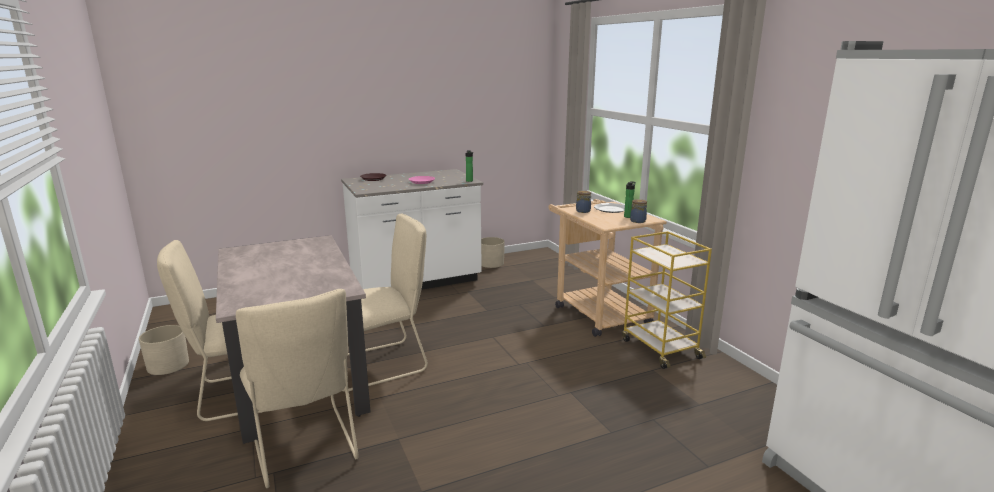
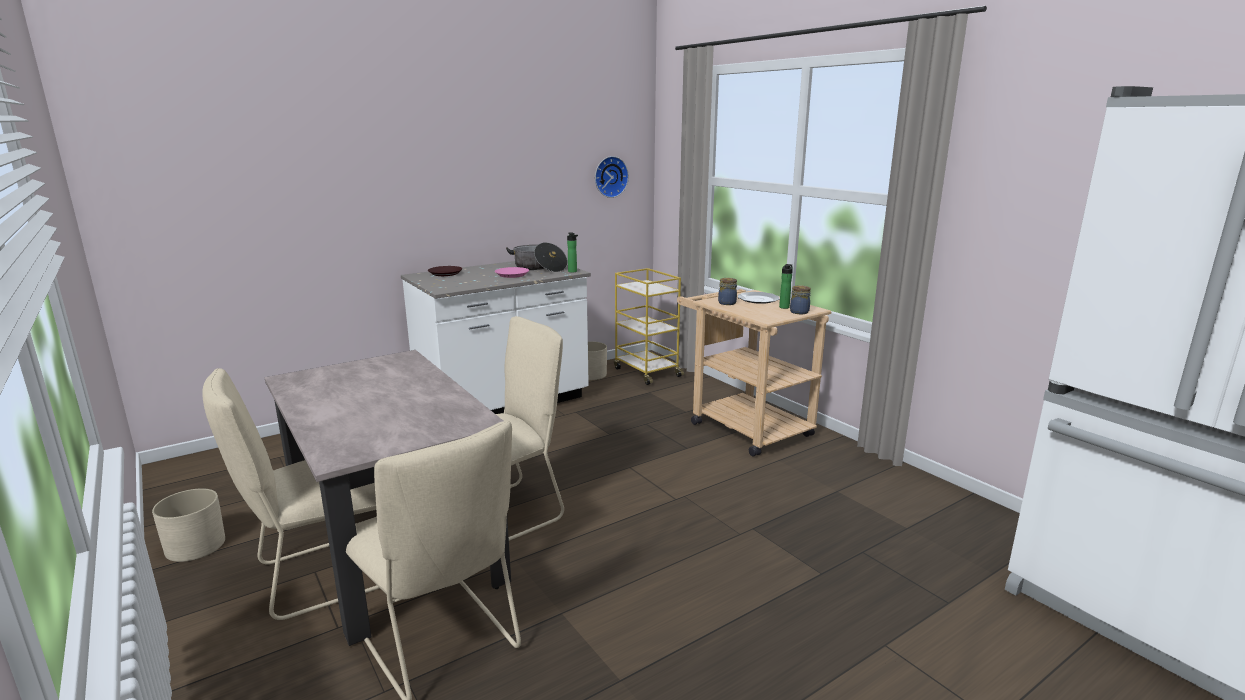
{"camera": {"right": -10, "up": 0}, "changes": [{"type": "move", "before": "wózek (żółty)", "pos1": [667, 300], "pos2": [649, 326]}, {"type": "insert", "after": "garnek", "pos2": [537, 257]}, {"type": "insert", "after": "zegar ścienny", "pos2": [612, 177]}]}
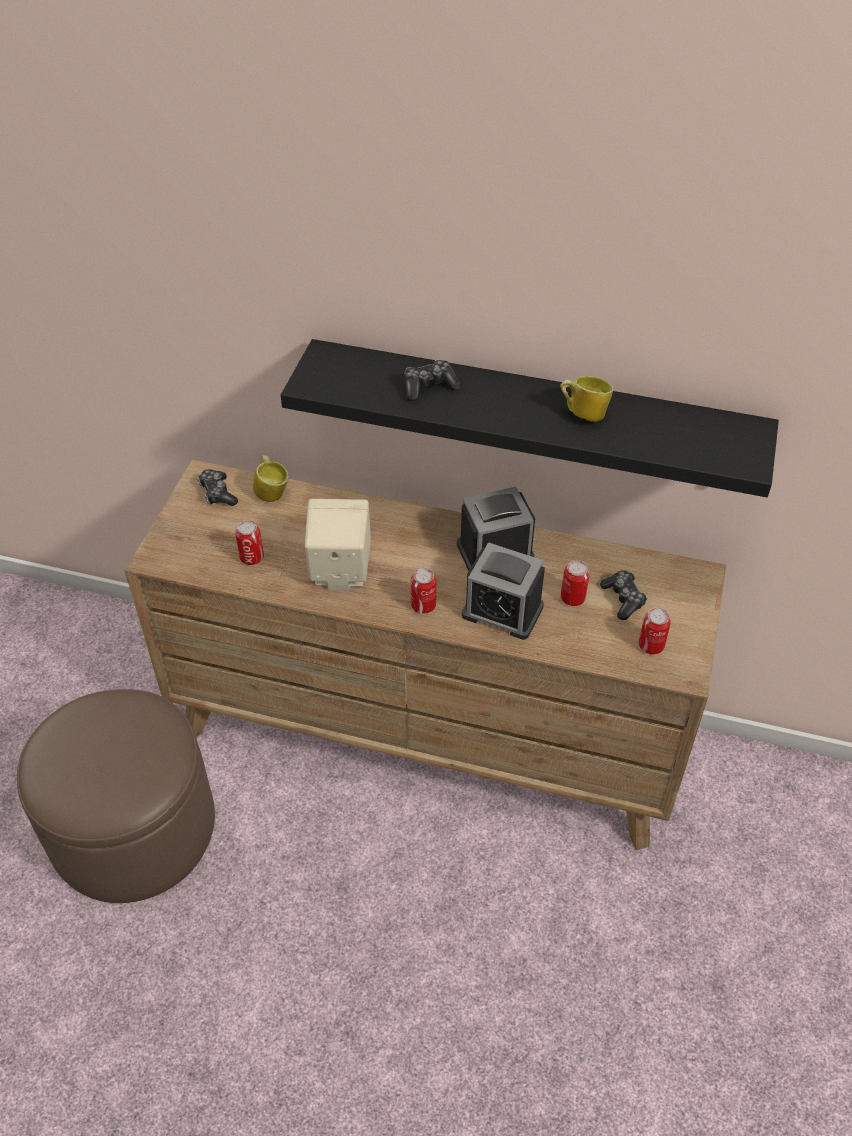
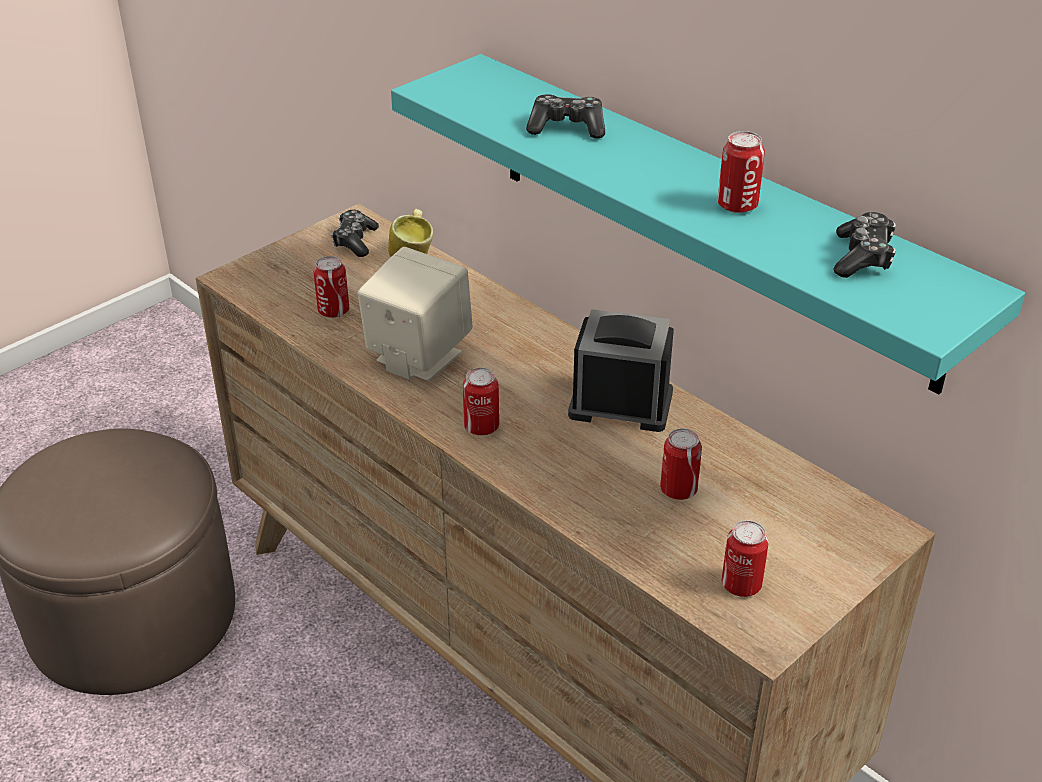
{"camera": {"right": 30, "up": -10}, "changes": [{"type": "recolor", "before": "półka (czarny)", "after": "półka (turkusowy)", "pos1": [530, 418], "pos2": [708, 224]}, {"type": "delete", "before": "budzik", "pos1": [503, 591]}, {"type": "replace", "before": "kubek", "after": "puszka", "pos1": [586, 399], "pos2": [741, 172]}, {"type": "move", "before": "pad do gier", "pos1": [623, 595], "pos2": [864, 245]}]}
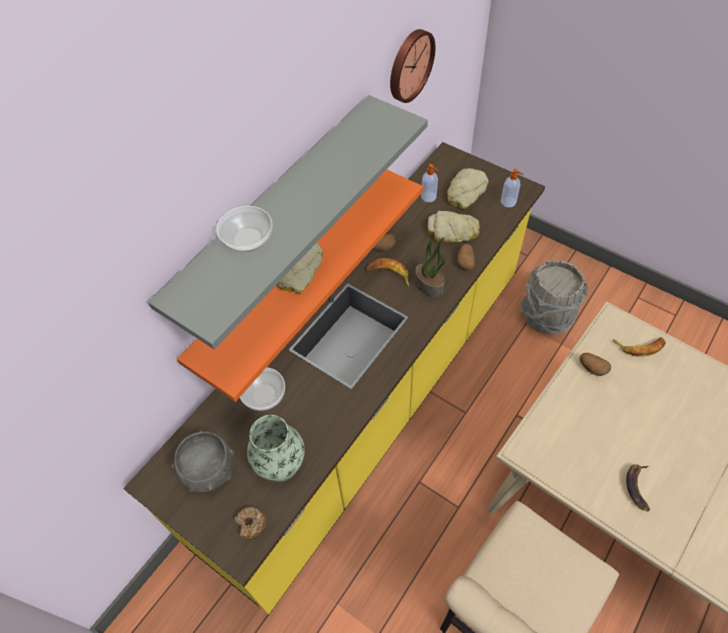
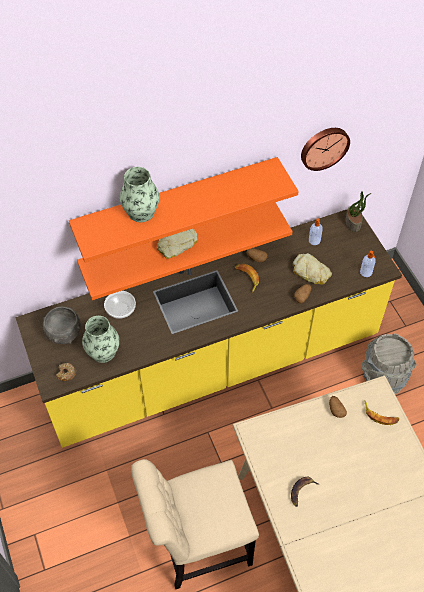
{"camera": {"right": 30, "up": 0}, "changes": [{"type": "recolor", "before": "półka (szary)", "after": "półka (pomarańczowy)", "pos1": [288, 222], "pos2": [184, 209]}, {"type": "replace", "before": "miska", "after": "wazon", "pos1": [244, 229], "pos2": [139, 194]}, {"type": "move", "before": "roślina doniczkowa", "pos1": [430, 267], "pos2": [358, 211]}, {"type": "delete", "before": "chleb", "pos1": [468, 188]}]}
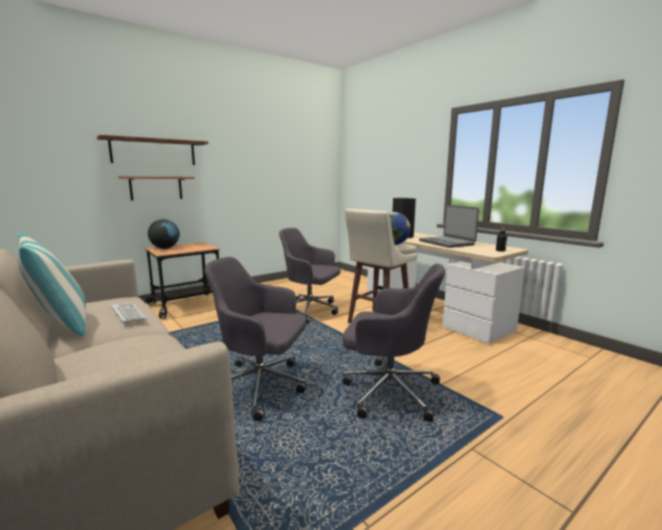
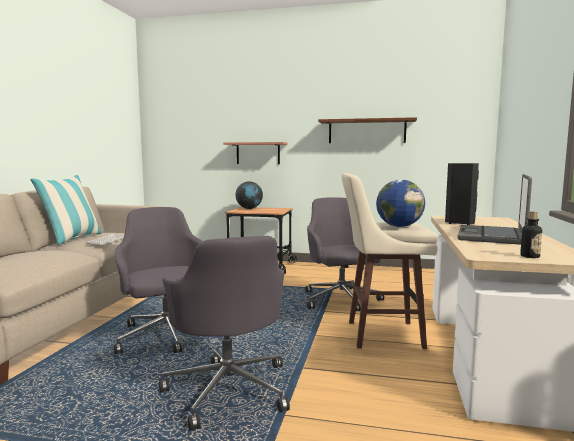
{"camera": {"right": 50, "up": -5}, "changes": [{"type": "move", "before": "półka (brązowy)", "pos1": [152, 150], "pos2": [367, 130]}]}
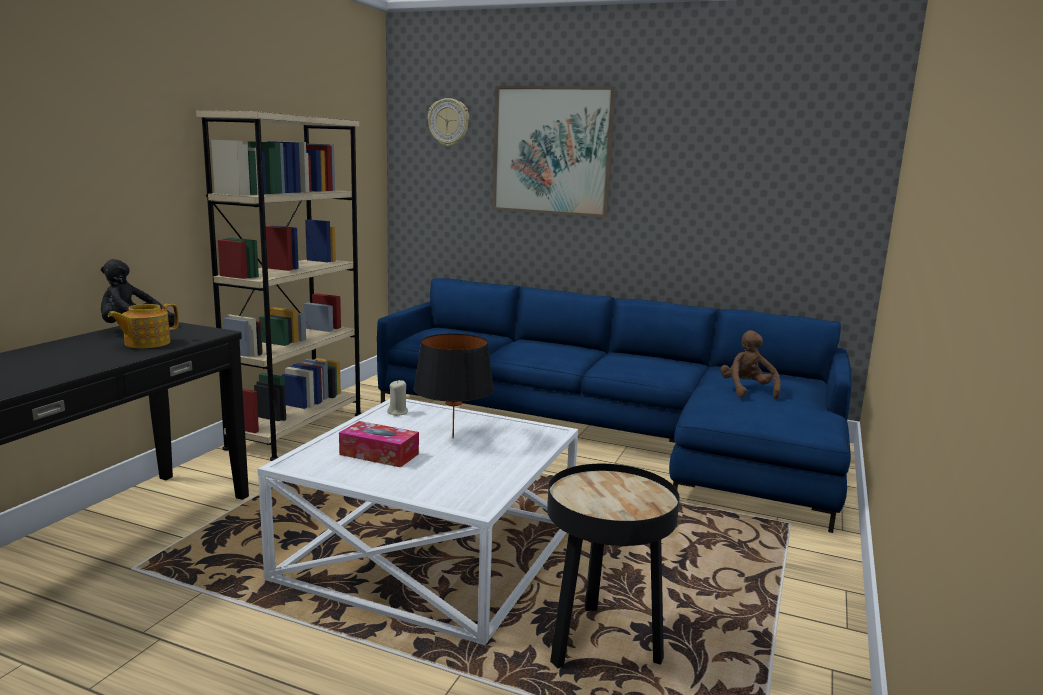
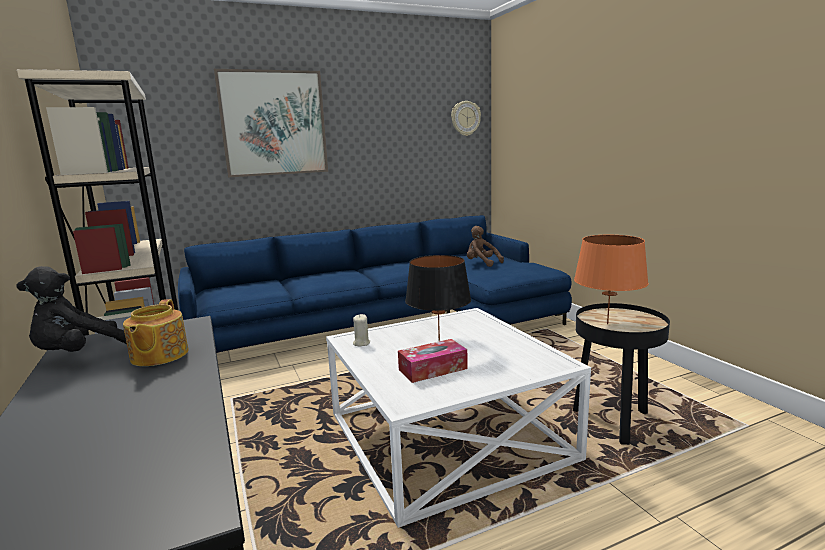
{"camera": {"right": -45, "up": 0}, "changes": [{"type": "move", "before": "zegar ścienny", "pos1": [448, 122], "pos2": [466, 118]}, {"type": "insert", "after": "lampa stołowa (pomarańczowy)", "pos2": [611, 279]}]}
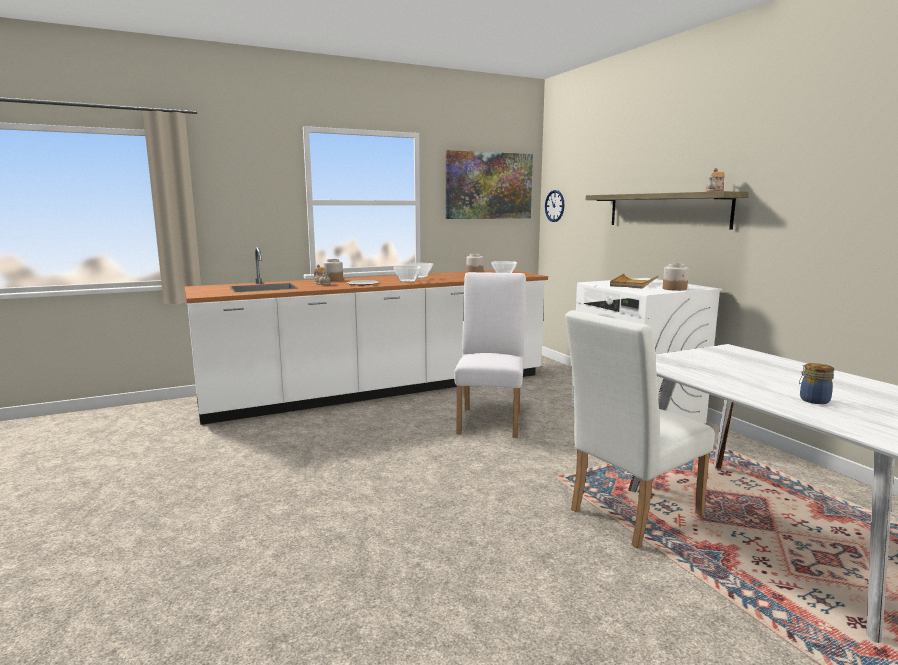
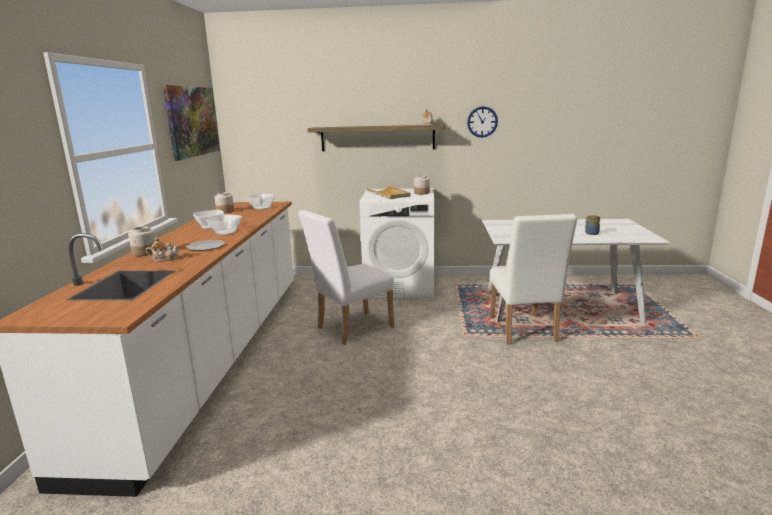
{"camera": {"right": -60, "up": 5}, "changes": [{"type": "rotate", "before": "krzesło (biały)", "pos1": [490, 355], "pos2": [346, 277], "turn": -75}, {"type": "move", "before": "zegar ścienny", "pos1": [554, 206], "pos2": [482, 122]}]}
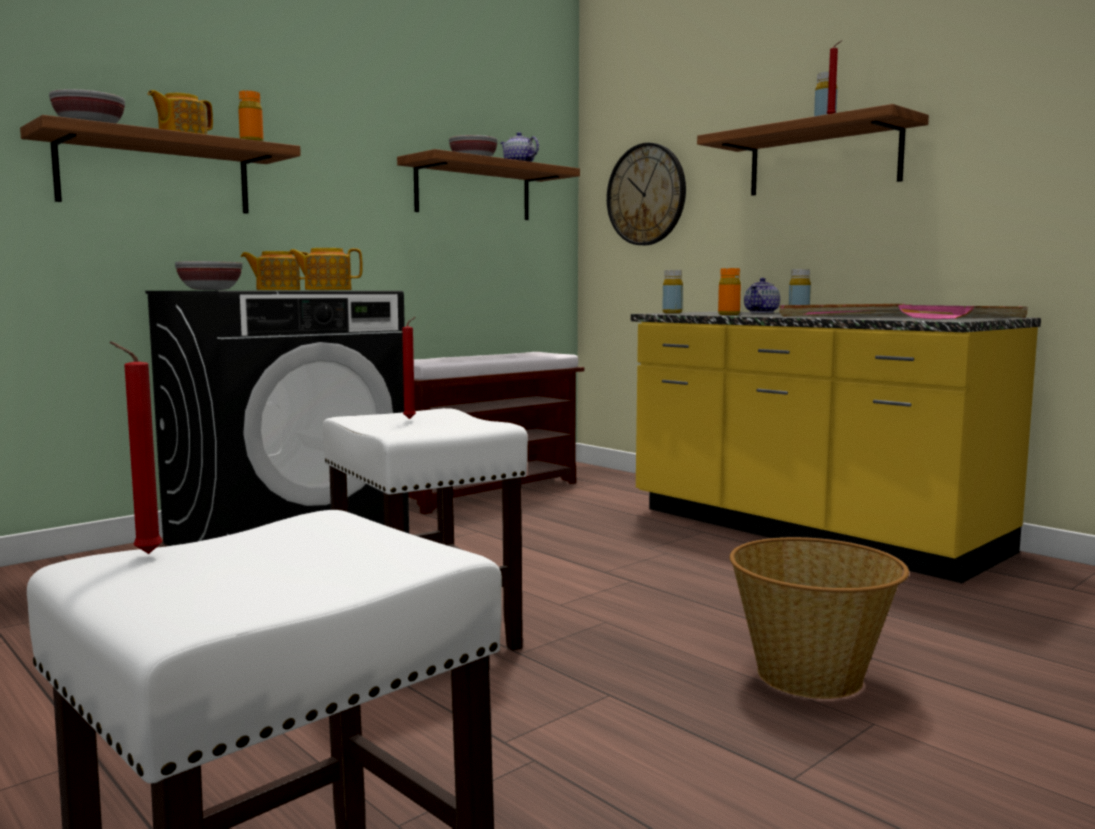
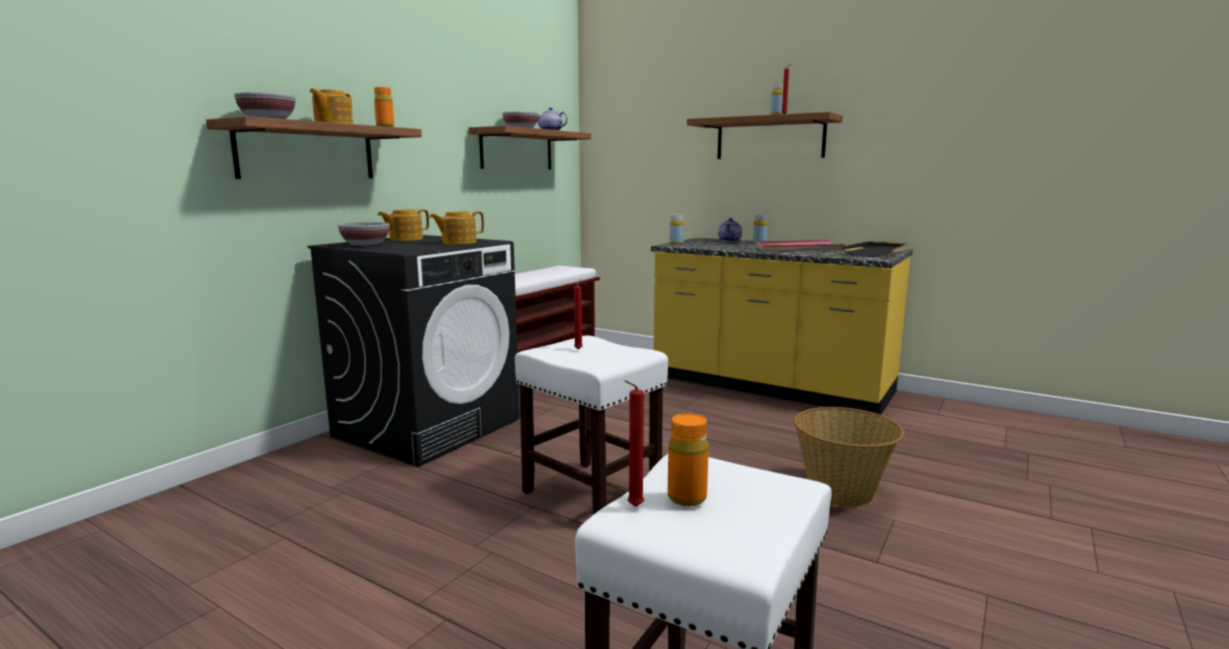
{"camera": {"right": -15, "up": 5}, "changes": [{"type": "delete", "before": "zegar ścienny", "pos1": [646, 194]}, {"type": "move", "before": "butelka (pomarańczowy)", "pos1": [729, 291], "pos2": [688, 459]}, {"type": "recolor", "before": "taca (różowy)", "after": "taca (czarny)", "pos1": [963, 312], "pos2": [874, 249]}]}
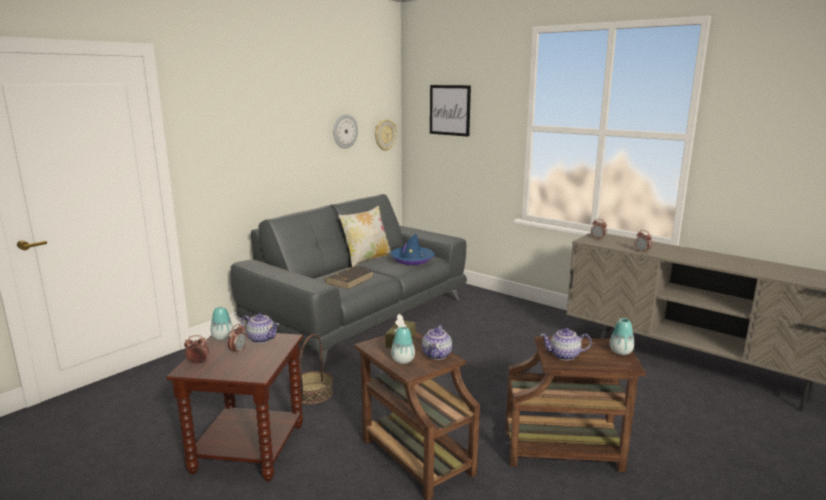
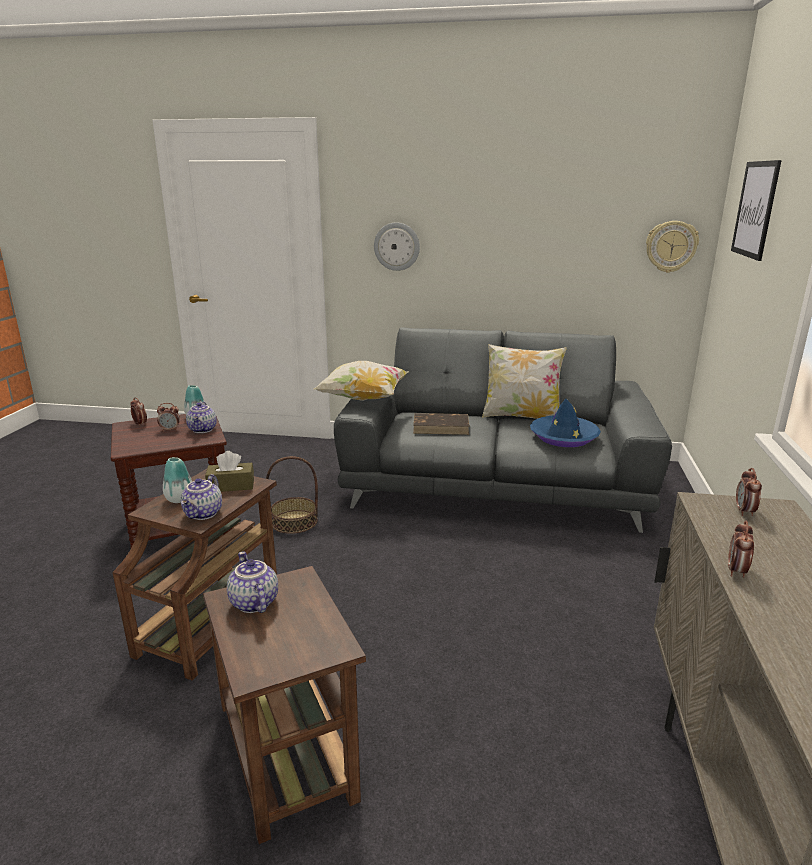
{"camera": {"right": 60, "up": 5}, "changes": [{"type": "move", "before": "zegar ścienny", "pos1": [345, 131], "pos2": [397, 246]}, {"type": "rotate", "before": "imbryk", "pos1": [437, 342], "pos2": [201, 497], "turn": -60}, {"type": "delete", "before": "wazon", "pos1": [622, 336]}, {"type": "insert", "after": "poduszka", "pos2": [361, 381]}]}
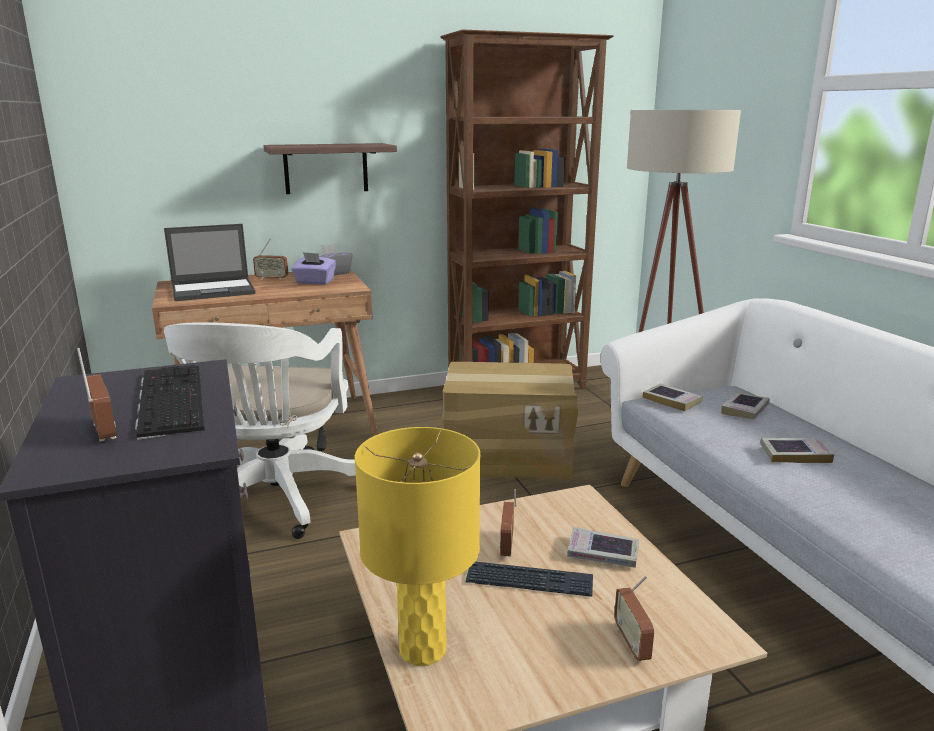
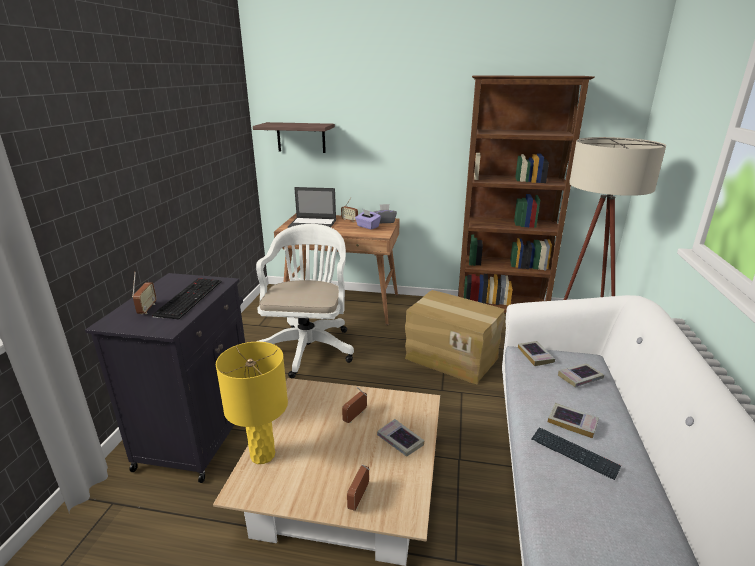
{"camera": {"right": 30, "up": 5}, "changes": [{"type": "rotate", "before": "krzesło biurowe (biały)", "pos1": [260, 430], "pos2": [305, 301], "turn": 150}, {"type": "move", "before": "półka", "pos1": [330, 168], "pos2": [294, 137]}, {"type": "move", "before": "klawiatura", "pos1": [529, 579], "pos2": [576, 453]}]}
